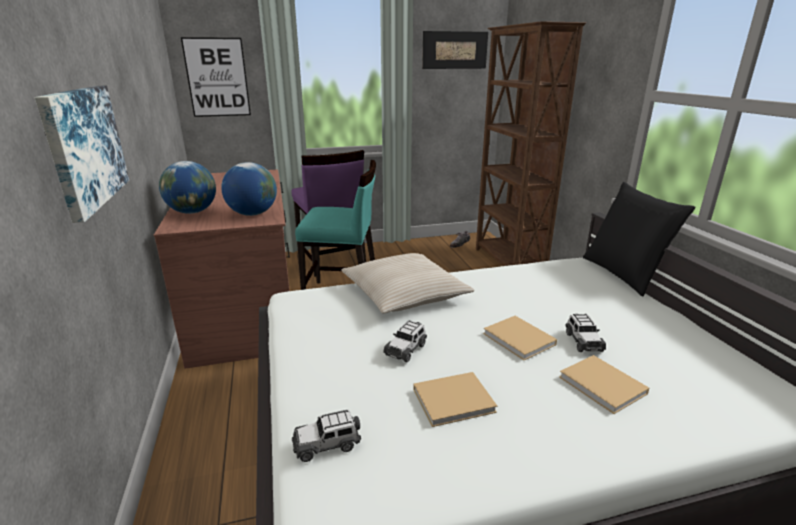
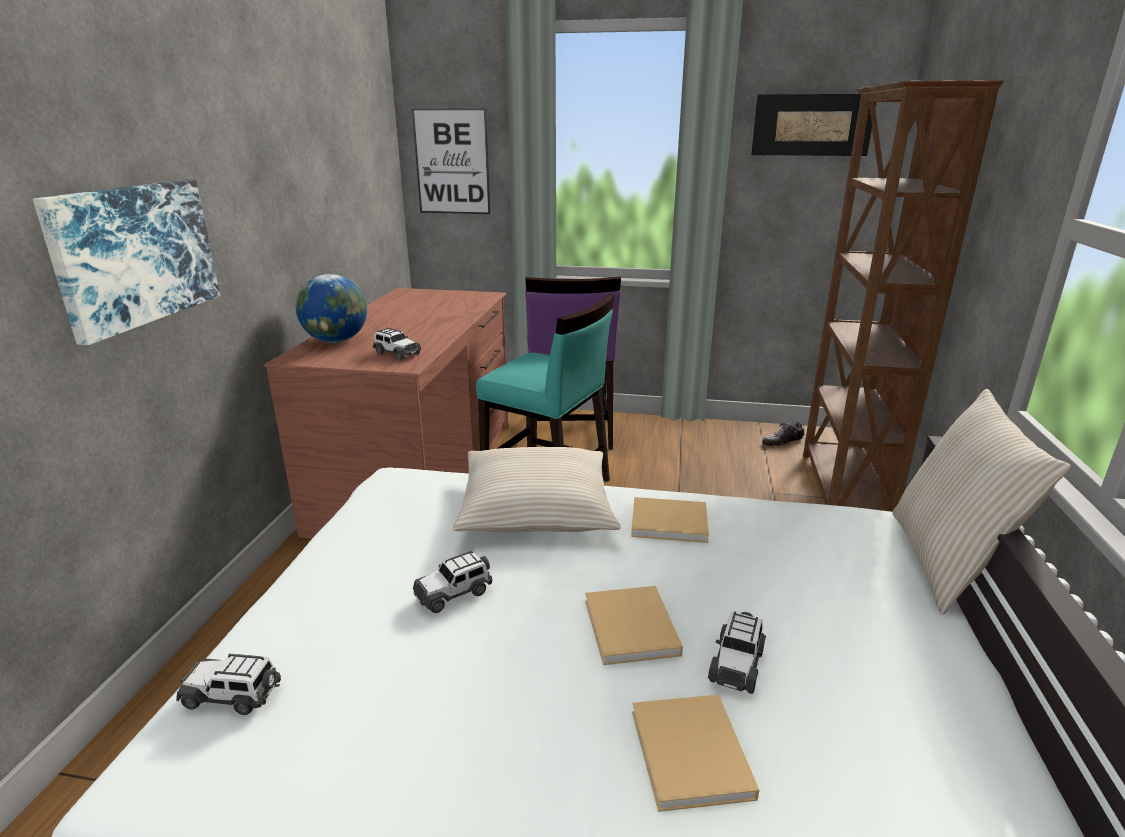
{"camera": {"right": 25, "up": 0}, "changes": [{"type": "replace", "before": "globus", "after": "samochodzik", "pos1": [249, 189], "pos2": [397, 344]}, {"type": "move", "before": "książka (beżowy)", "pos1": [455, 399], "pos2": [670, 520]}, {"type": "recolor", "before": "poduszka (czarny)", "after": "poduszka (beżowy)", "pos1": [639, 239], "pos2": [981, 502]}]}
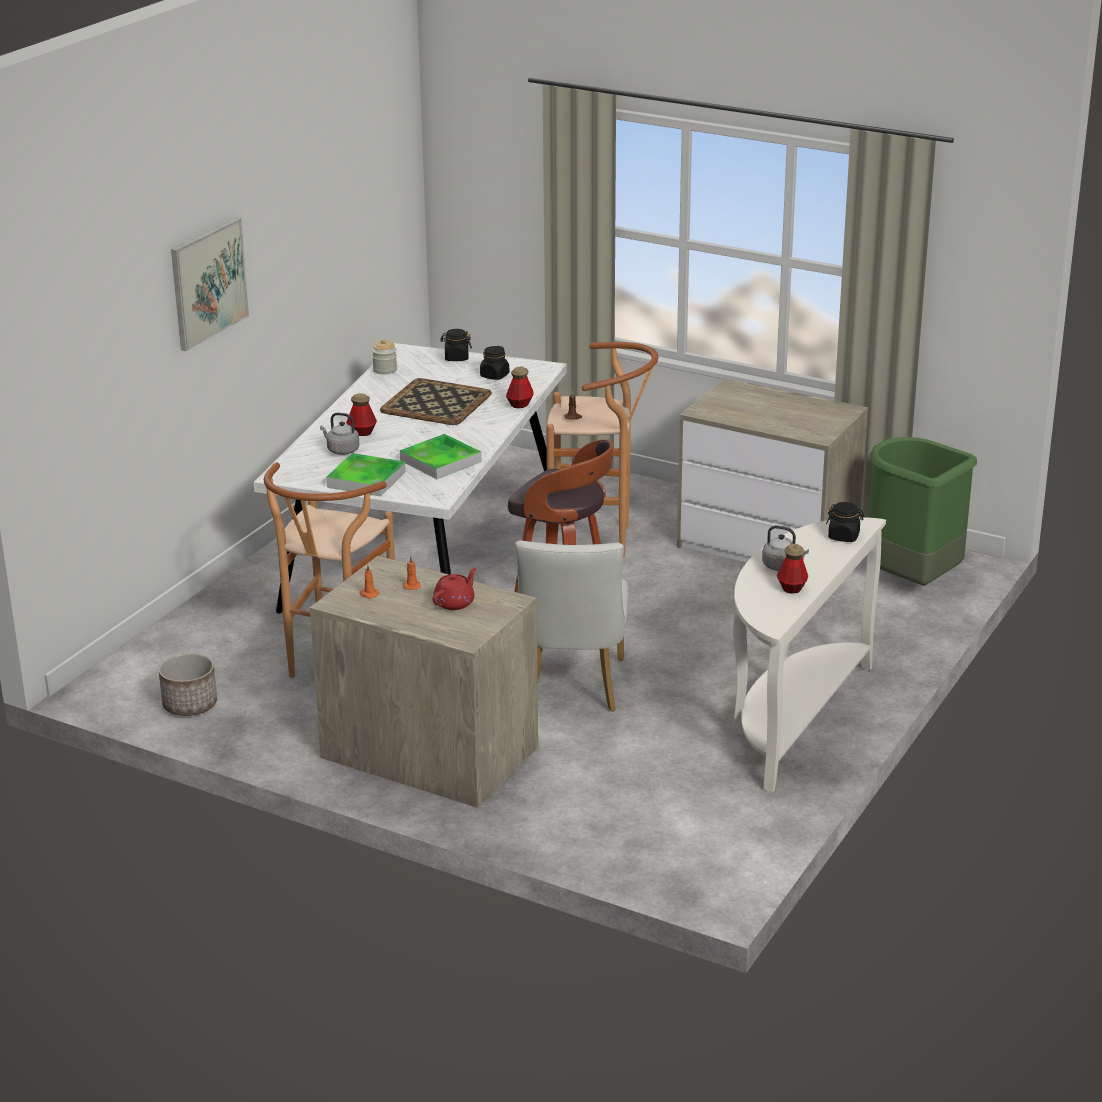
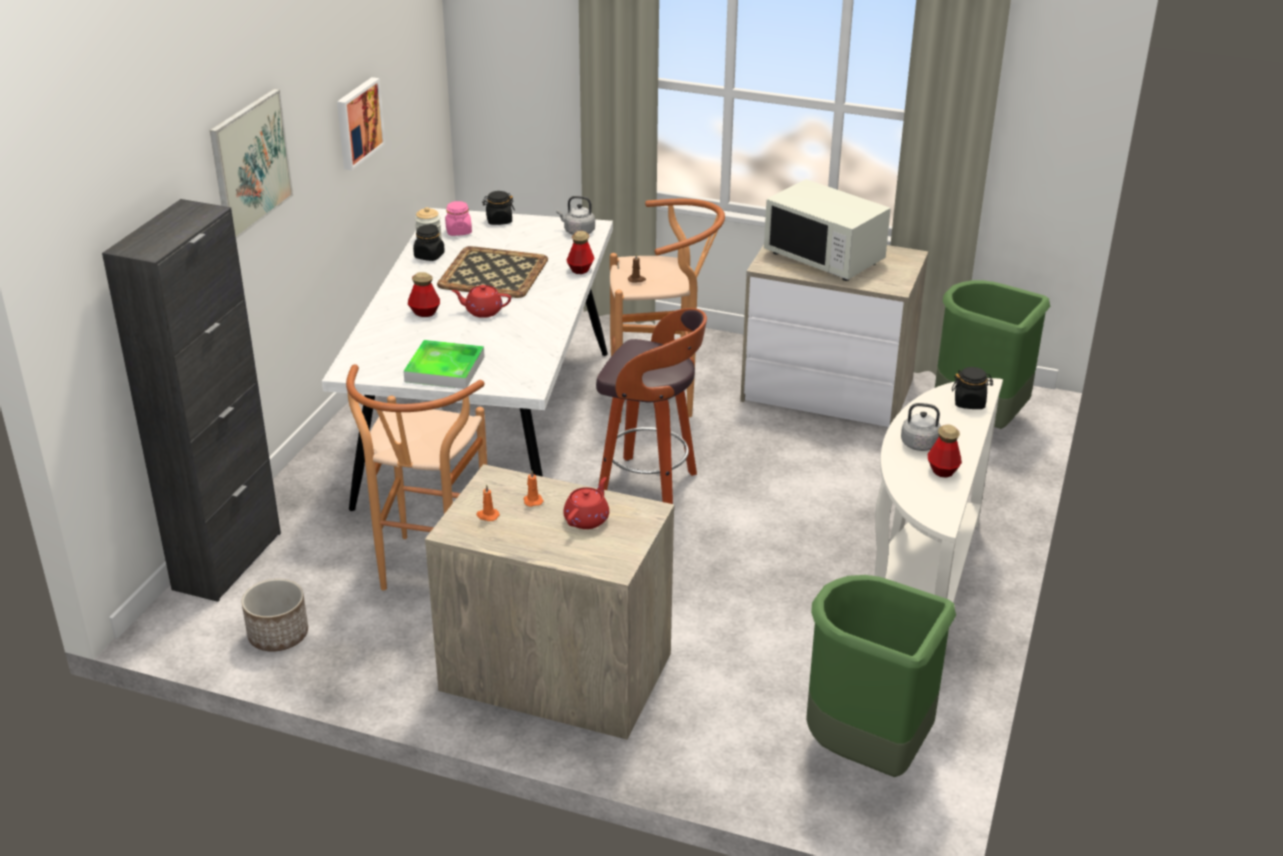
{"camera": {"right": -10, "up": 5}, "changes": [{"type": "move", "before": "czajnik (szary)", "pos1": [340, 434], "pos2": [575, 215]}, {"type": "delete", "before": "taca", "pos1": [441, 456]}, {"type": "move", "before": "słoik (czarny)", "pos1": [494, 363], "pos2": [429, 242]}, {"type": "delete", "before": "krzesło (biały)", "pos1": [571, 626]}, {"type": "insert", "after": "szafka (czarny)", "pos2": [191, 400]}, {"type": "insert", "after": "obraz", "pos2": [361, 123]}, {"type": "insert", "after": "słoik (różowy)", "pos2": [458, 218]}, {"type": "insert", "after": "imbryk (czerwony)", "pos2": [481, 301]}, {"type": "insert", "after": "mikrofalówka (biały)", "pos2": [827, 230]}, {"type": "insert", "after": "kosz na śmieci (zielony)", "pos2": [881, 676]}]}
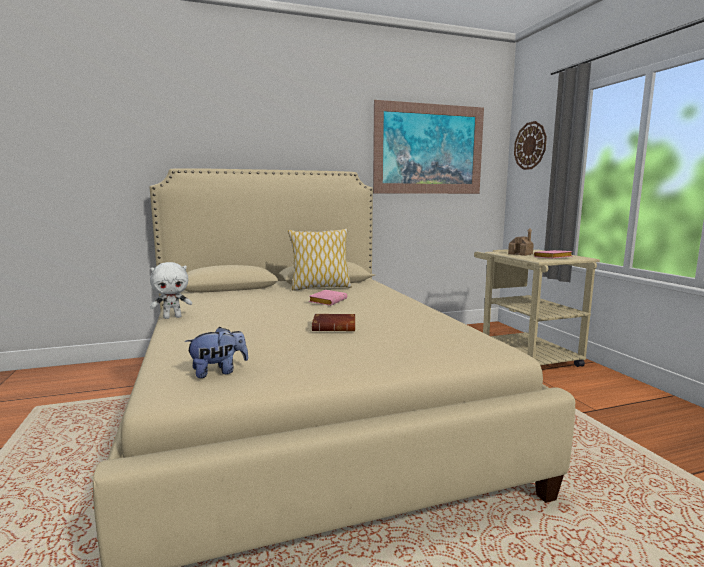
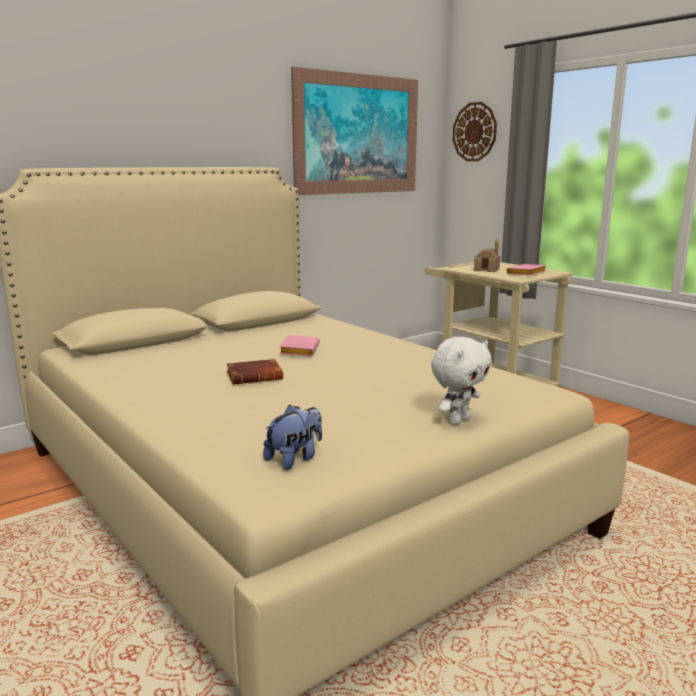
{"camera": {"right": -20, "up": 5}, "changes": [{"type": "move", "before": "pluszak (biały)", "pos1": [171, 290], "pos2": [461, 381]}, {"type": "delete", "before": "poduszka", "pos1": [320, 259]}, {"type": "move", "before": "książka (brązowy)", "pos1": [333, 322], "pos2": [255, 372]}]}
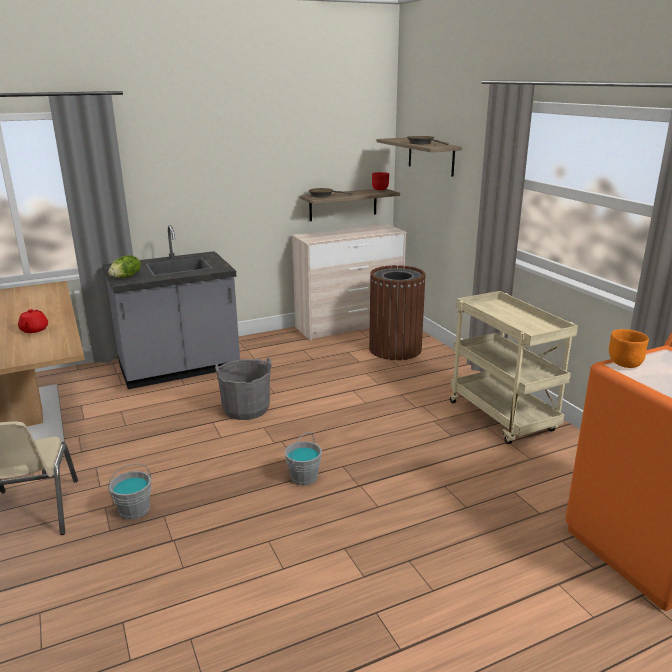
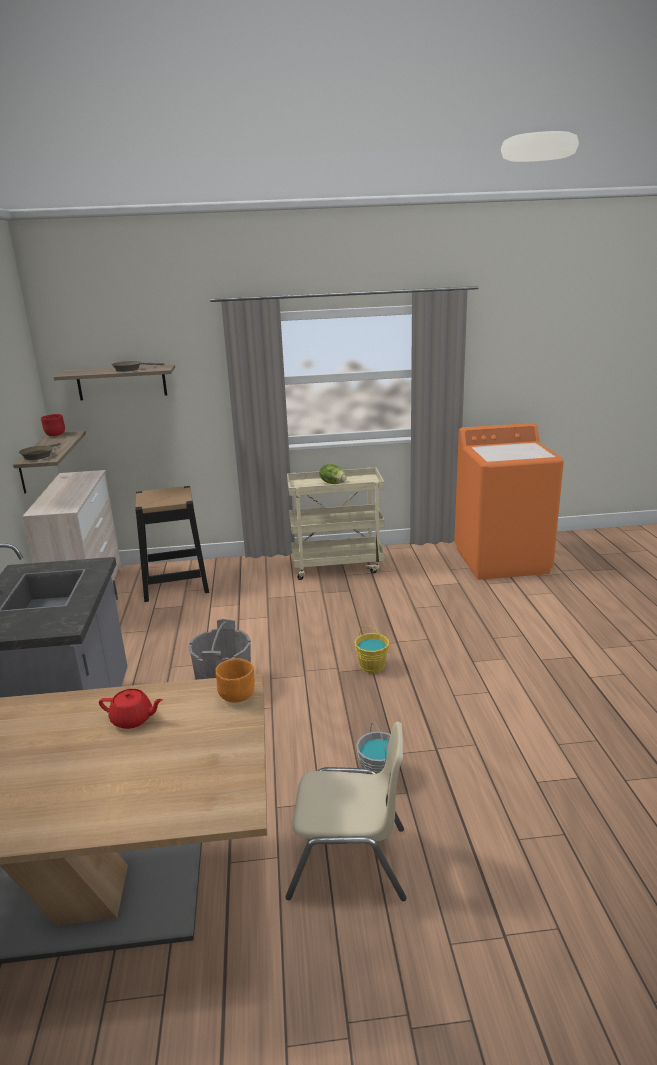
{"camera": {"right": -70, "up": 0}, "changes": [{"type": "move", "before": "sałata", "pos1": [124, 266], "pos2": [333, 474]}, {"type": "recolor", "before": "wiadro (szary)", "after": "wiadro (żółty)", "pos1": [303, 458], "pos2": [371, 649]}, {"type": "replace", "before": "kosz na śmieci (brązowy)", "after": "stołek (czarny)", "pos1": [397, 312], "pos2": [172, 544]}, {"type": "move", "before": "miska (pomarańczowy)", "pos1": [629, 348], "pos2": [235, 680]}]}
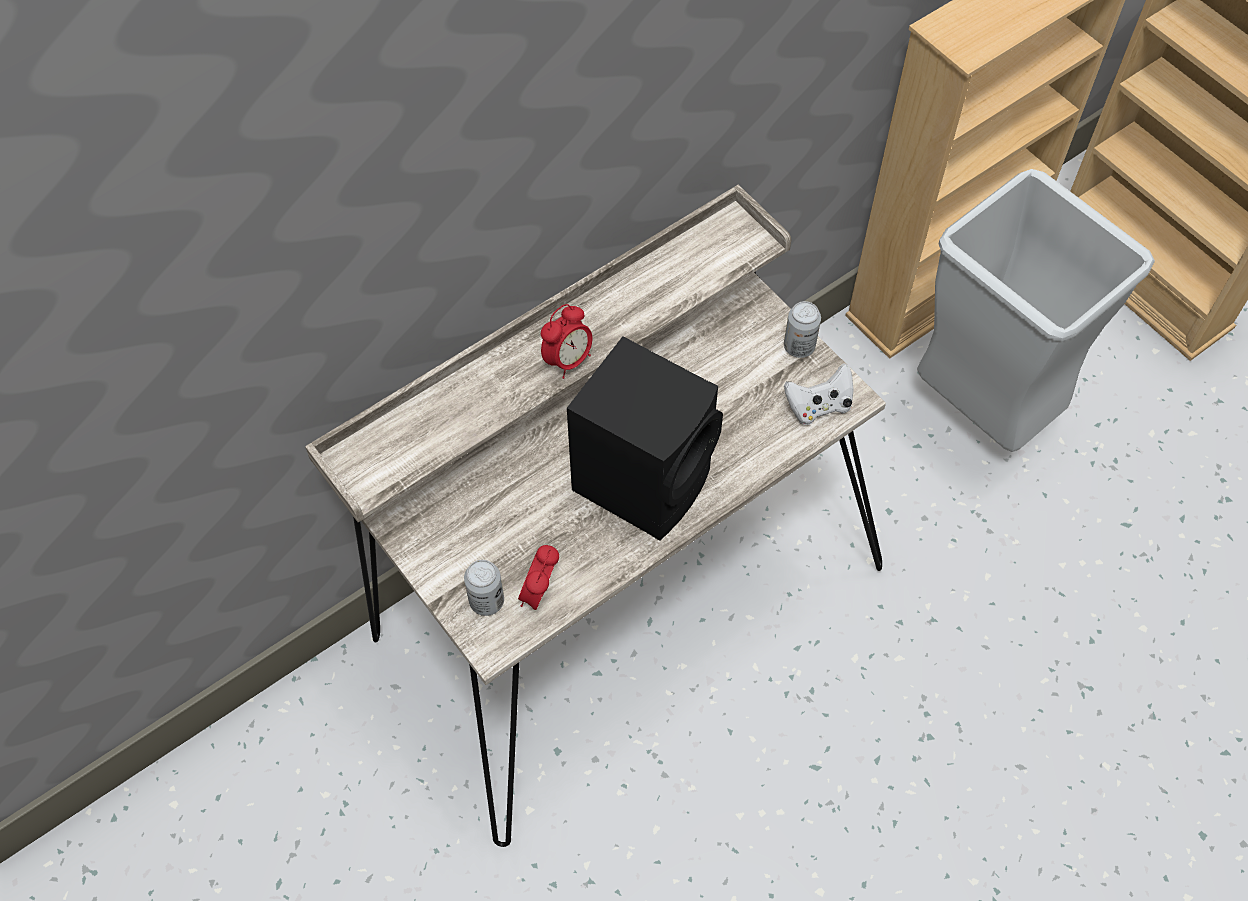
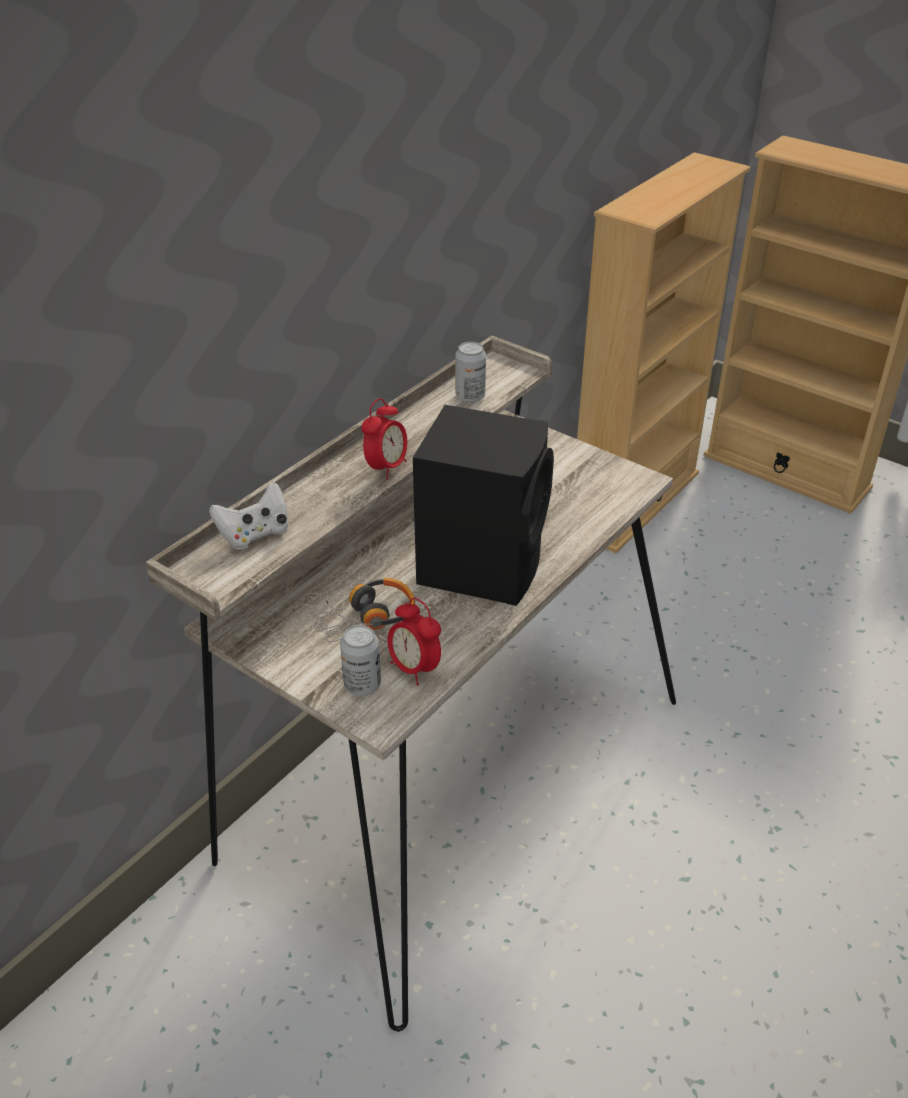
{"camera": {"right": -15, "up": -20}, "changes": [{"type": "rotate", "before": "budzik", "pos1": [538, 577], "pos2": [414, 642], "turn": -45}, {"type": "move", "before": "puszka", "pos1": [802, 329], "pos2": [470, 372]}, {"type": "move", "before": "pad do gier (biały)", "pos1": [819, 394], "pos2": [249, 516]}, {"type": "delete", "before": "kosz na śmieci (szary)", "pos1": [1036, 310]}, {"type": "insert", "after": "słuchawki", "pos2": [358, 610]}]}
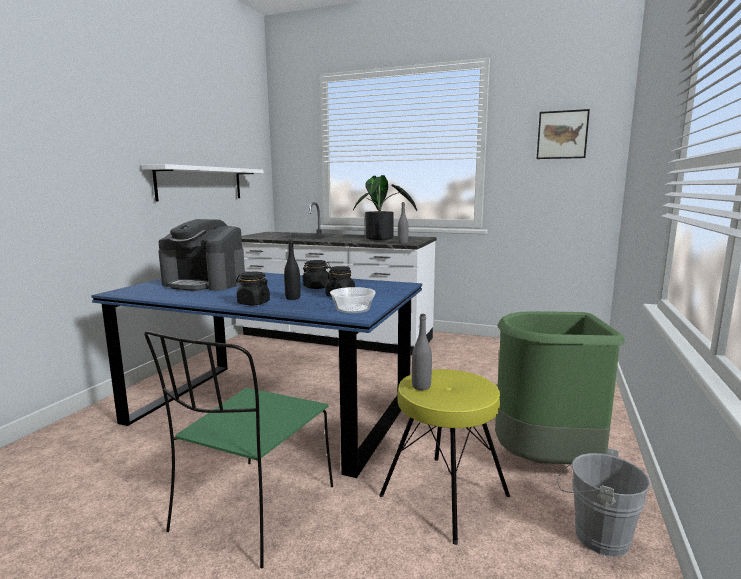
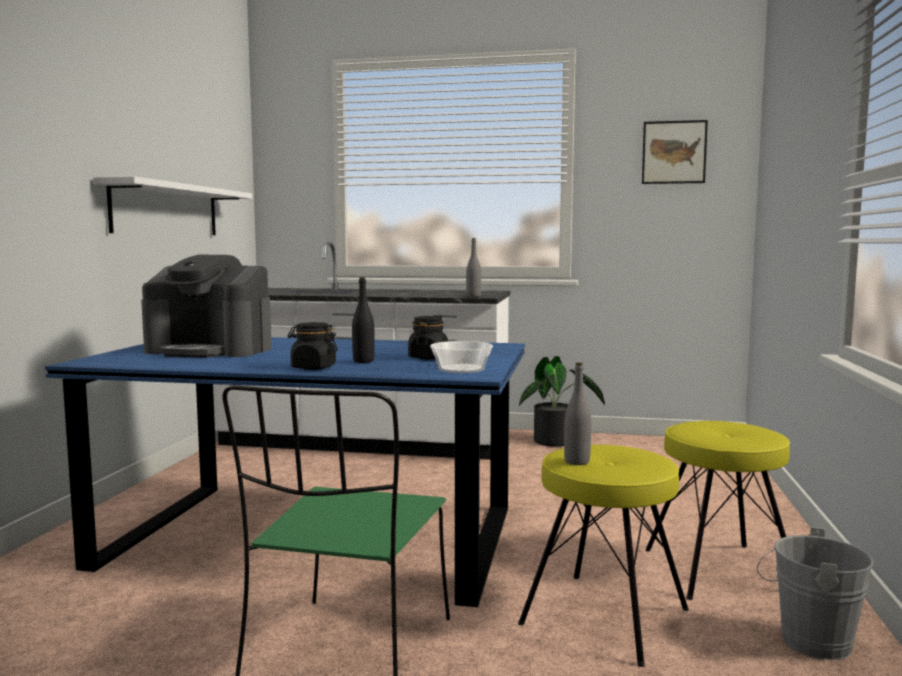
{"camera": {"right": -10, "up": -5}, "changes": [{"type": "delete", "before": "słoik (czarny)", "pos1": [316, 274]}, {"type": "move", "before": "roślina doniczkowa", "pos1": [385, 207], "pos2": [562, 401]}, {"type": "replace", "before": "kosz na śmieci (zielony)", "after": "stołek (żółty)", "pos1": [560, 387], "pos2": [717, 510]}]}
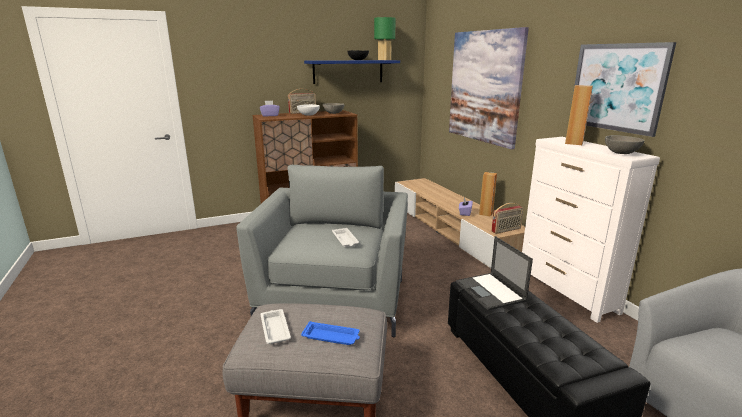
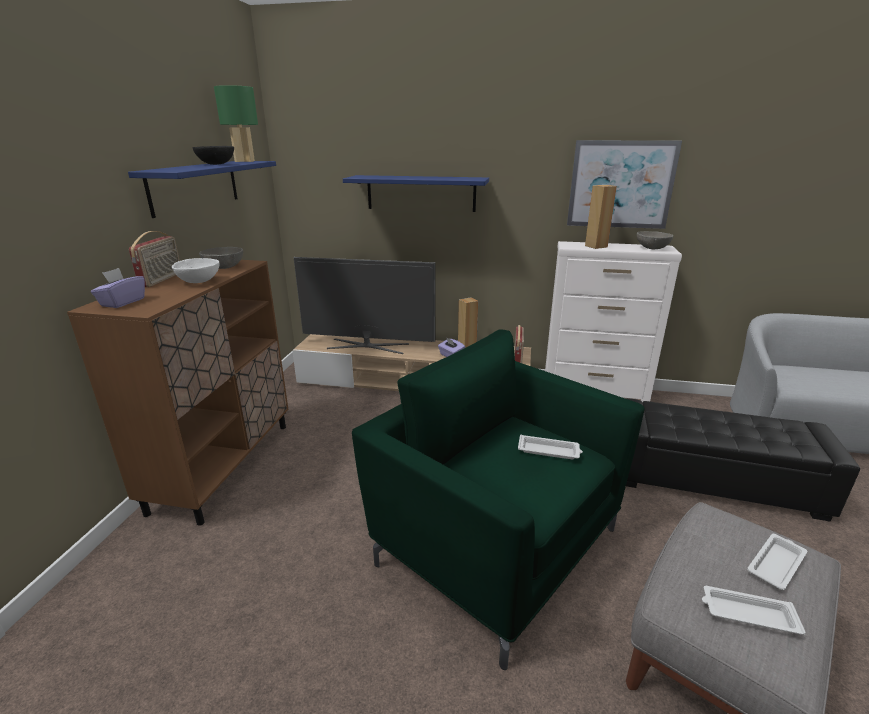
{"camera": {"right": -55, "up": 5}, "changes": [{"type": "recolor", "before": "fotel (szary)", "after": "fotel (zielony)", "pos1": [322, 251], "pos2": [498, 499]}, {"type": "recolor", "before": "taca (niebieski)", "after": "taca (biały)", "pos1": [330, 333], "pos2": [777, 562]}, {"type": "replace", "before": "obraz", "after": "półka (niebieski)", "pos1": [489, 88], "pos2": [416, 193]}, {"type": "delete", "before": "laptop", "pos1": [494, 273]}, {"type": "insert", "after": "telewizor", "pos2": [365, 305]}]}
